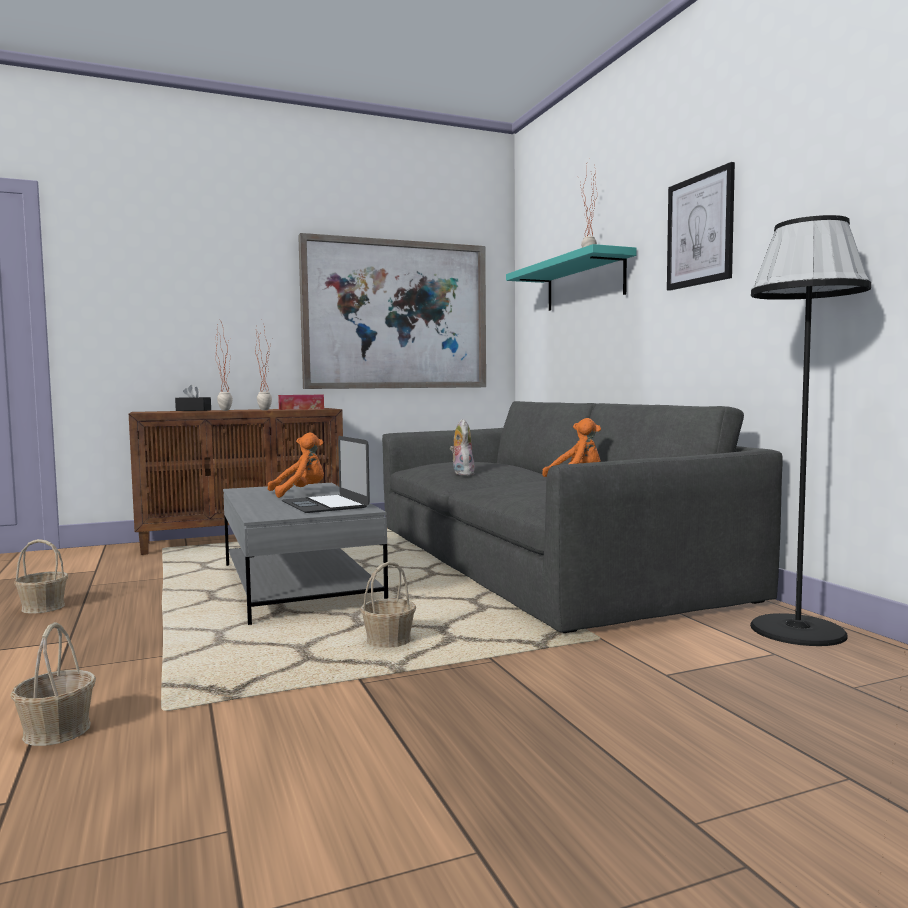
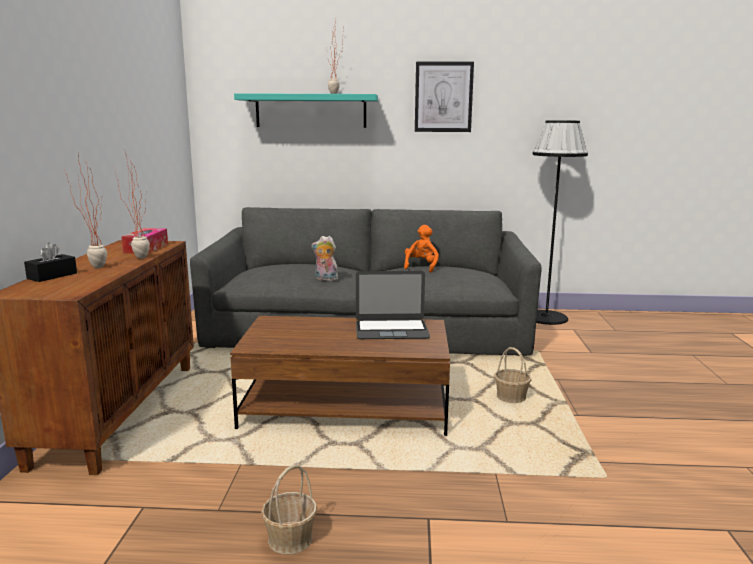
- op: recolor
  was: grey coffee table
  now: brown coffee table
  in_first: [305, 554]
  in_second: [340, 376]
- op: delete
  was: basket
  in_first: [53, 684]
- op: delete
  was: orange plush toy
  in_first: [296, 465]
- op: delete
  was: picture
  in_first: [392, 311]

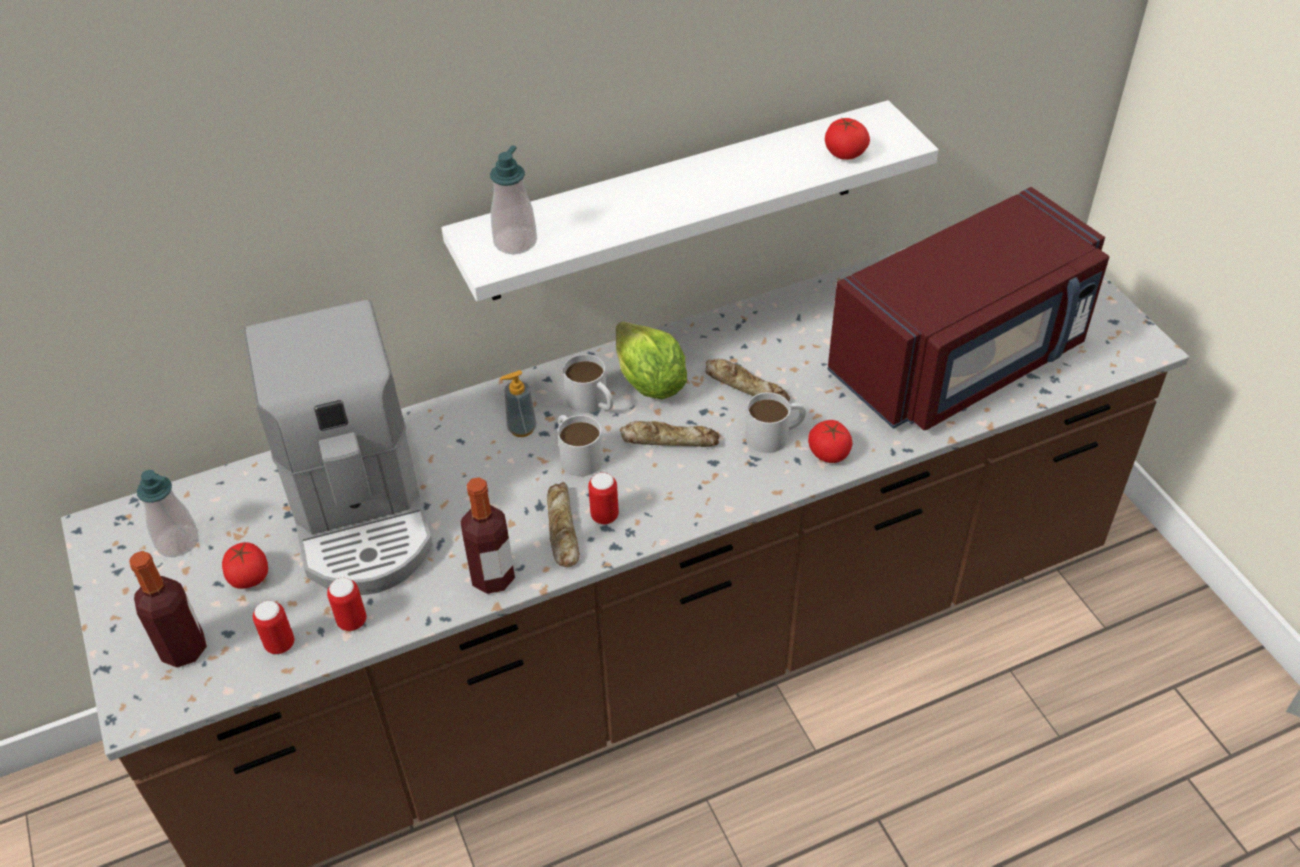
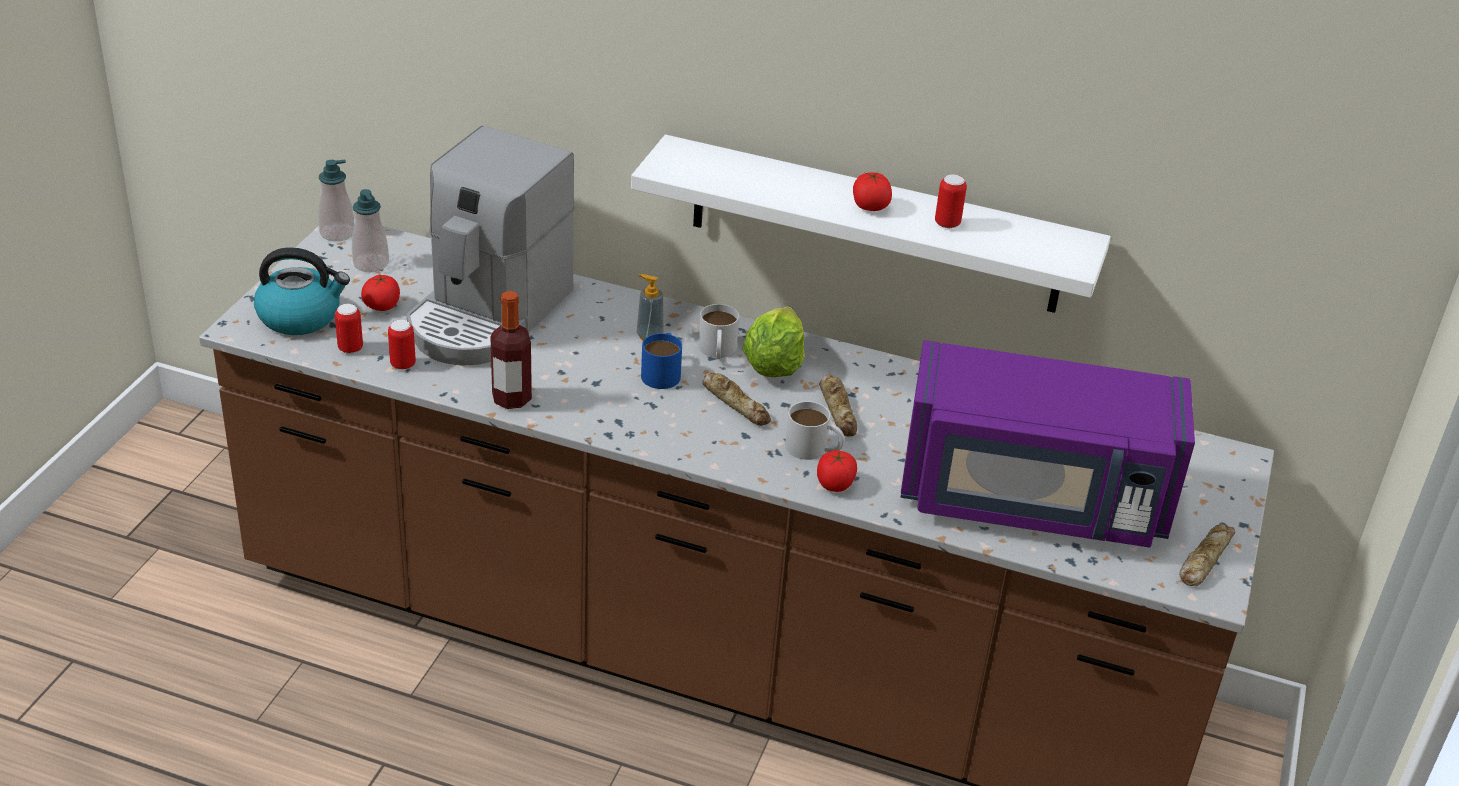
- op: replace
  was: bottle
  now: kettle
  in_first: [168, 609]
  in_second: [302, 291]
- op: move
  was: soap dispenser
  in_first: [513, 199]
  in_second: [336, 200]
- op: recolor
  was: white mug
  now: blue mug
  in_first: [580, 445]
  in_second: [661, 361]
- op: move
  was: tomato
  in_first: [847, 138]
  in_second: [872, 191]
- op: recolor
  was: red microwave
  now: purple microwave
  in_first: [968, 308]
  in_second: [1047, 444]
- op: move
  was: can
  in_first: [603, 498]
  in_second: [951, 201]
- op: move
  was: bread
  in_first: [563, 524]
  in_second: [1207, 555]

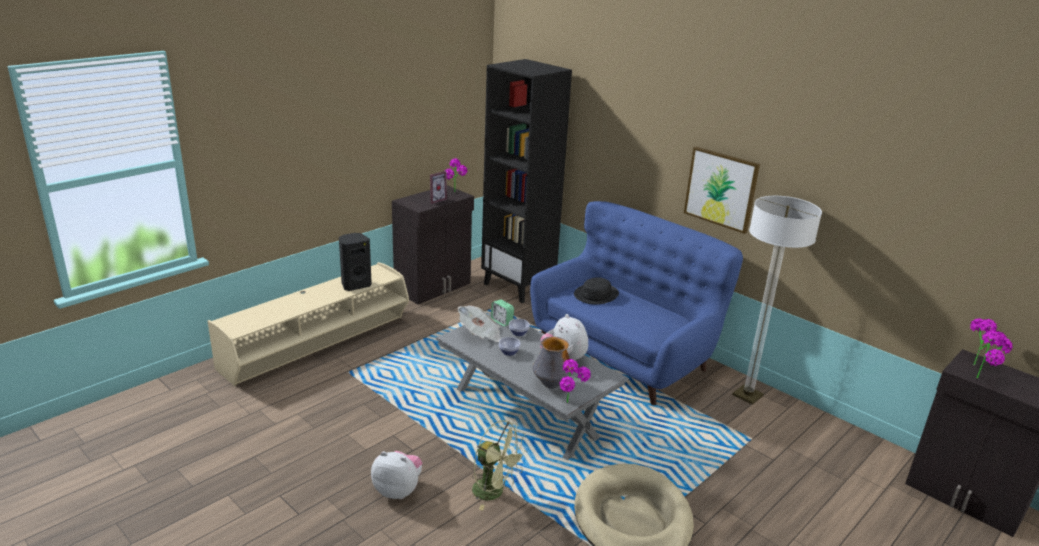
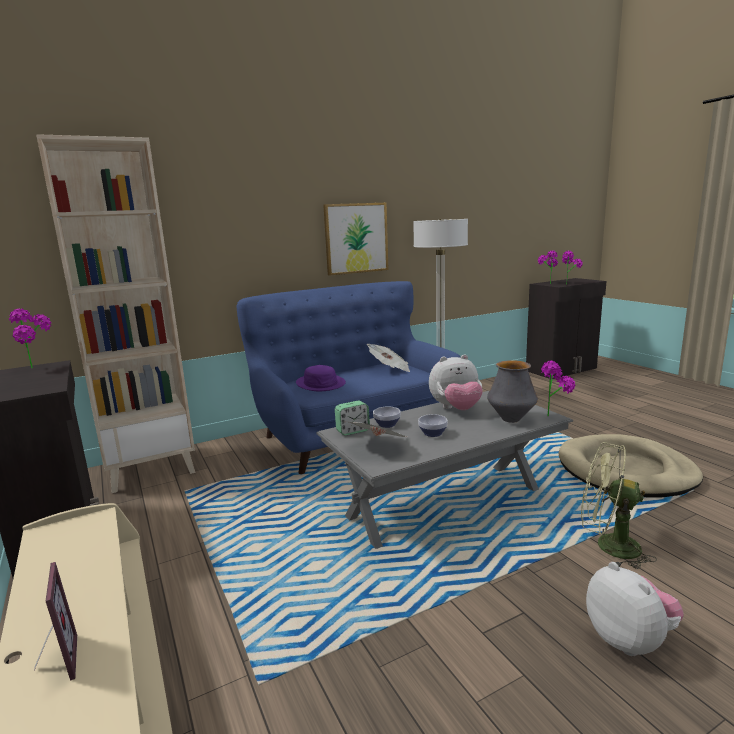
- op: move
  was: picture frame
  in_first: [438, 187]
  in_second: [55, 621]
- op: recolor
  was: black bookcase
  now: beige bookcase
  in_first: [526, 181]
  in_second: [116, 313]
- op: recolor
  was: black hat
  now: purple hat
  in_first: [596, 291]
  in_second: [321, 378]
- op: insert
  now: newspaper
  in_second: [388, 358]
- op: rotate
  was: green fan
  in_first: [499, 465]
  in_second: [619, 505]
  clockwise: -120
- op: rotate
  was: plush toy
  in_first: [396, 475]
  in_second: [635, 609]
  clockwise: 120
- op: delete
  was: black speaker
  in_first: [355, 262]

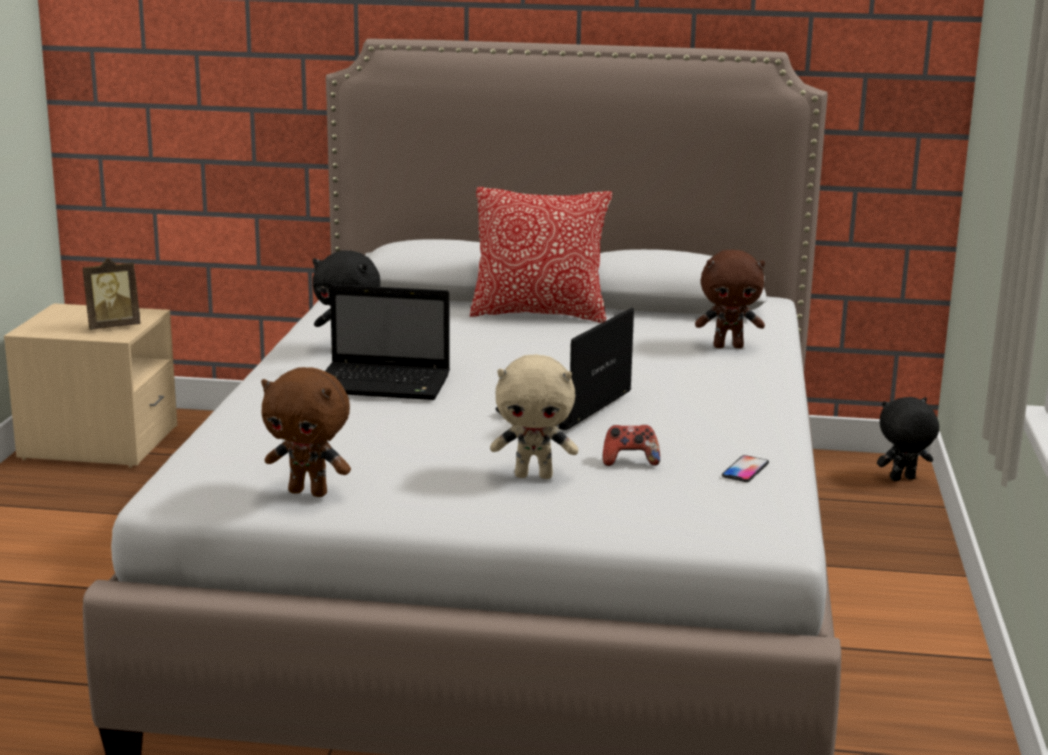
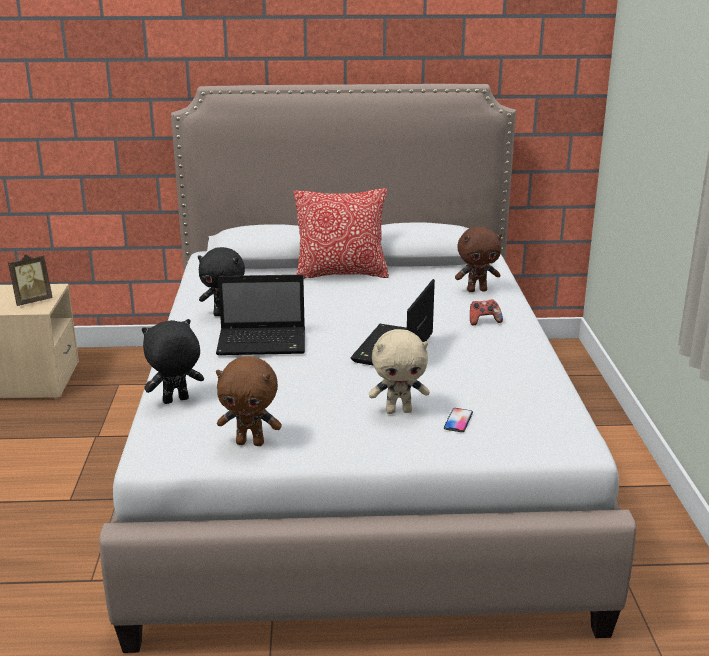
- op: move
  was: black plush toy
  in_first: [908, 439]
  in_second: [173, 361]
- op: move
  was: phone
  in_first: [745, 468]
  in_second: [458, 420]
- op: move
  was: game controller
  in_first: [631, 445]
  in_second: [486, 313]

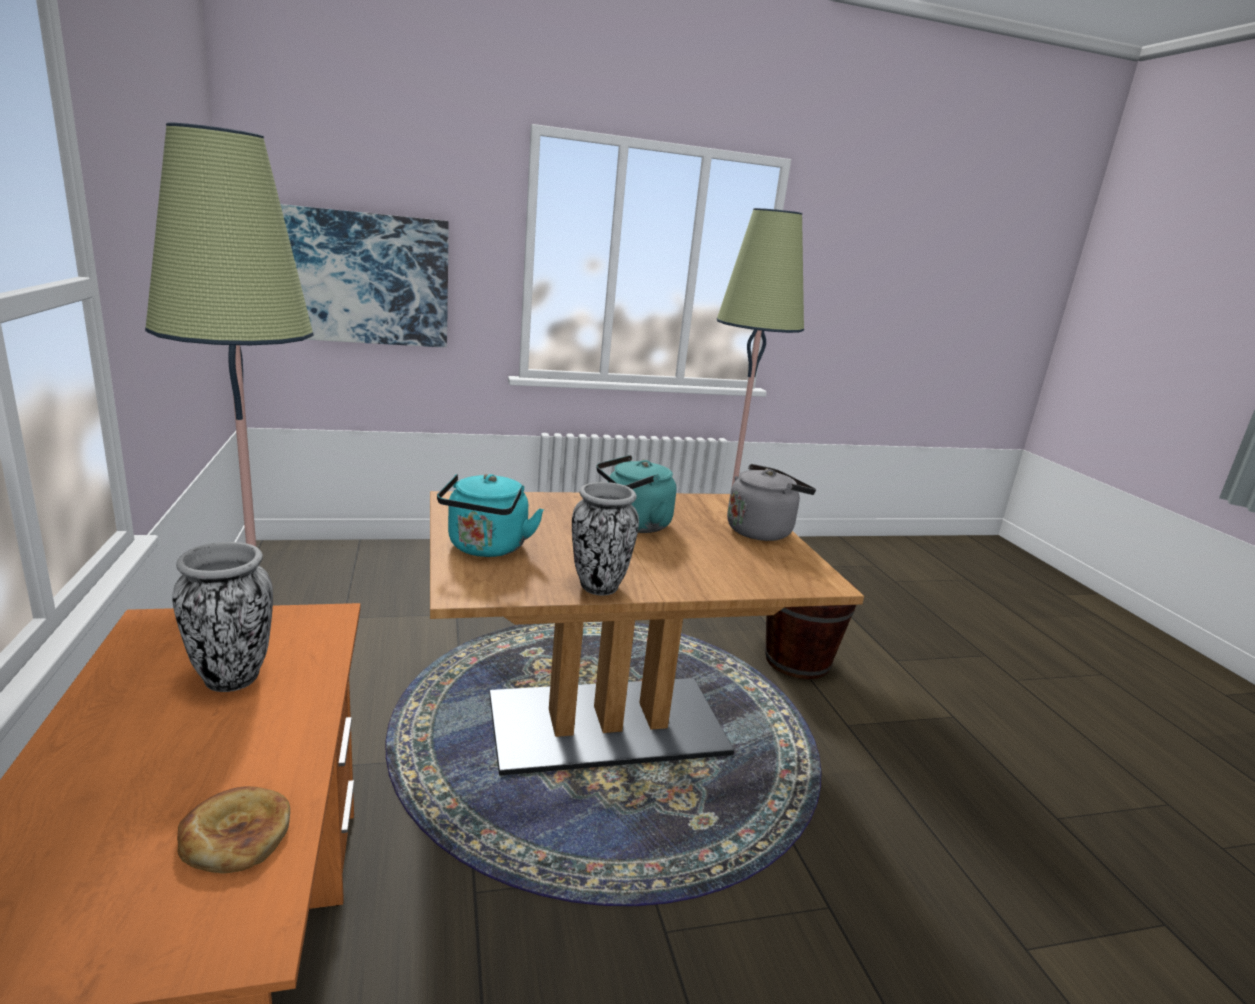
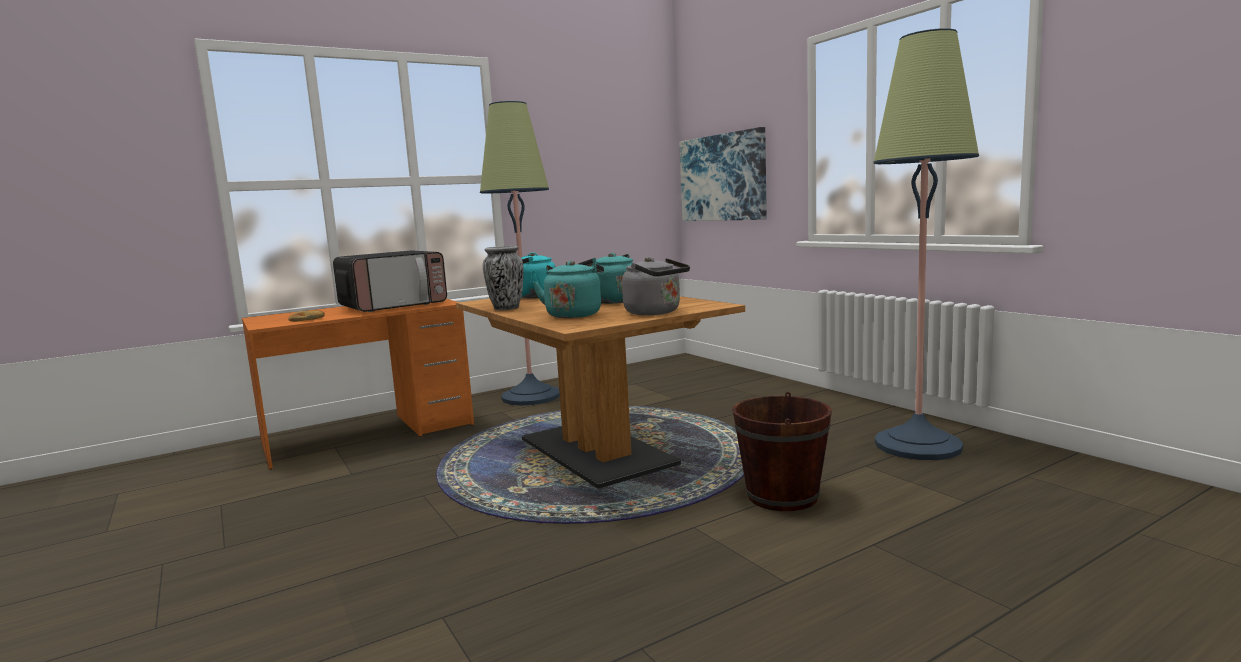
- op: replace
  was: vase
  now: microwave
  in_first: [222, 617]
  in_second: [390, 281]
- op: insert
  now: turquoise kettle
  in_second: [568, 289]

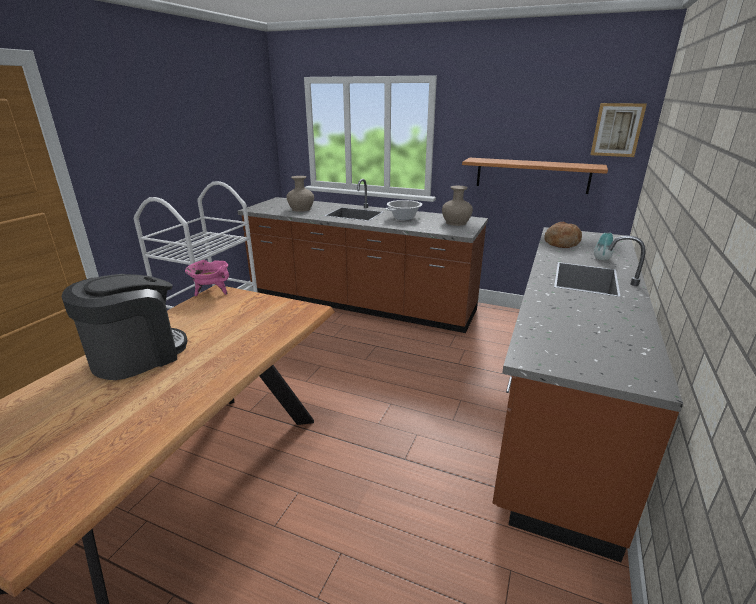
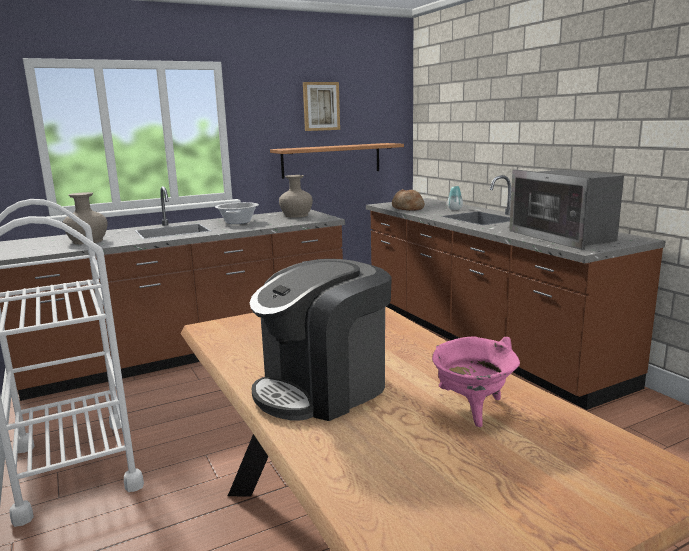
- op: rotate
  was: coffee machine
  in_first: [124, 327]
  in_second: [320, 340]
  clockwise: -120
- op: move
  was: picture
  in_first: [618, 130]
  in_second: [321, 106]
- op: move
  was: pink cooking pot
  in_first: [207, 278]
  in_second: [476, 381]
- op: insert
  now: microwave
  in_second: [566, 209]

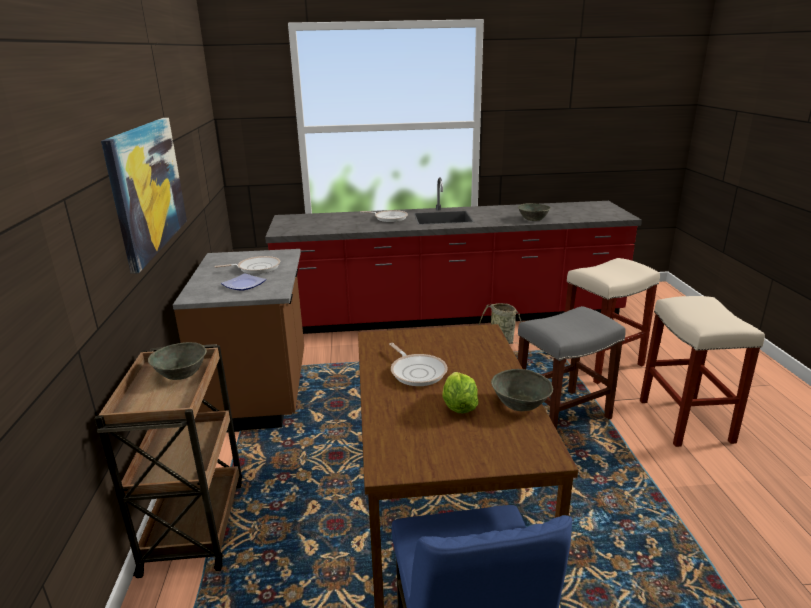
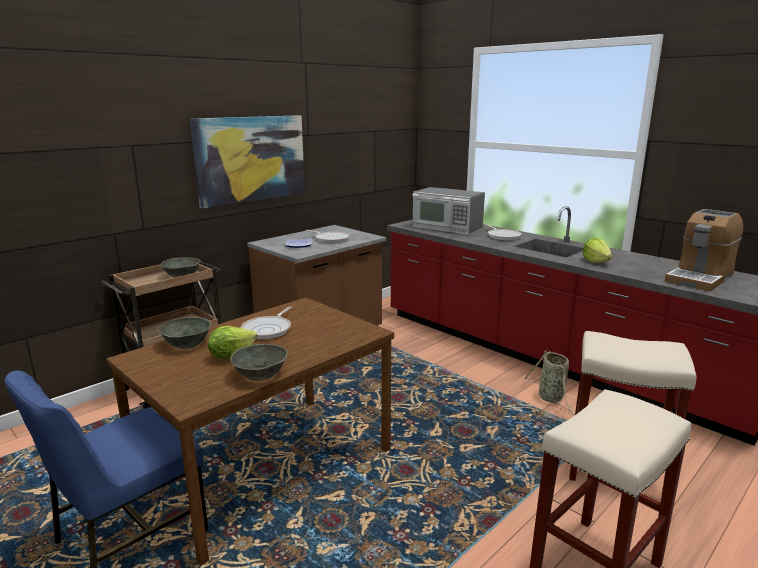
- op: move
  was: grey bowl
  in_first: [534, 212]
  in_second: [184, 333]
- op: insert
  now: microwave
  in_second: [448, 211]
- op: insert
  now: lettuce
  in_second: [597, 250]
- op: insert
  now: coffee machine
  in_second: [704, 250]
- op: delete
  was: grey stool
  in_first: [572, 368]

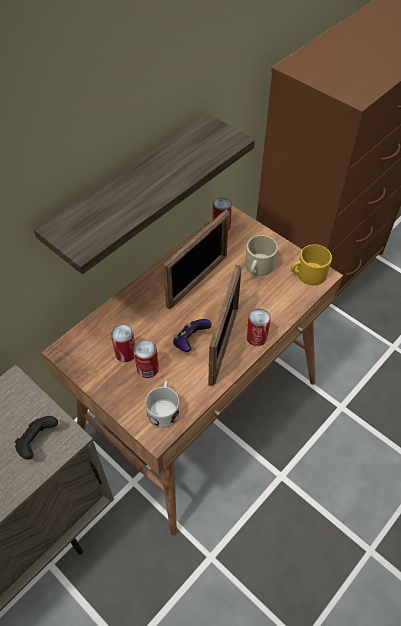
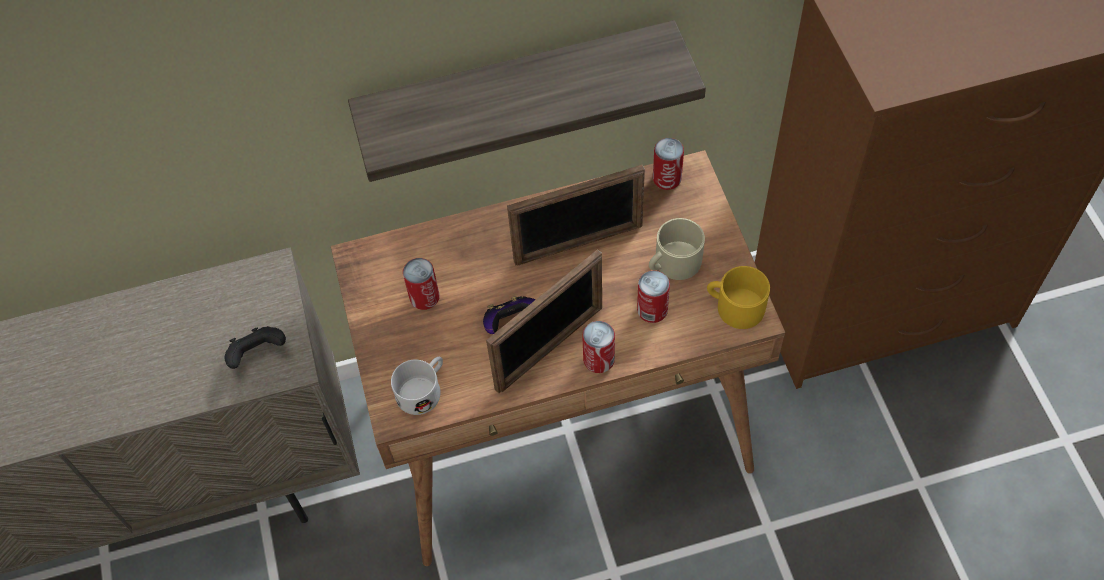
- op: move
  was: can
  in_first: [146, 359]
  in_second: [653, 296]

